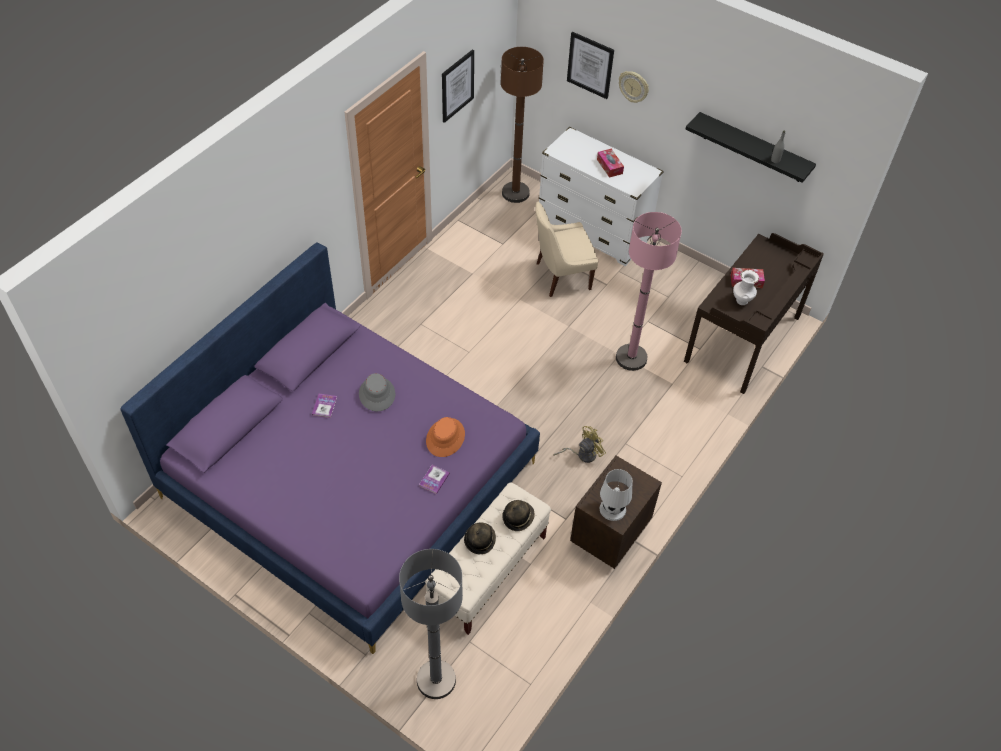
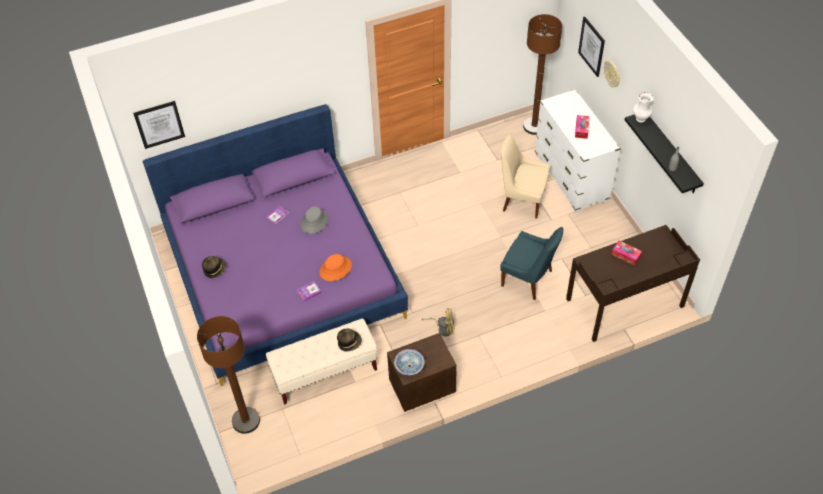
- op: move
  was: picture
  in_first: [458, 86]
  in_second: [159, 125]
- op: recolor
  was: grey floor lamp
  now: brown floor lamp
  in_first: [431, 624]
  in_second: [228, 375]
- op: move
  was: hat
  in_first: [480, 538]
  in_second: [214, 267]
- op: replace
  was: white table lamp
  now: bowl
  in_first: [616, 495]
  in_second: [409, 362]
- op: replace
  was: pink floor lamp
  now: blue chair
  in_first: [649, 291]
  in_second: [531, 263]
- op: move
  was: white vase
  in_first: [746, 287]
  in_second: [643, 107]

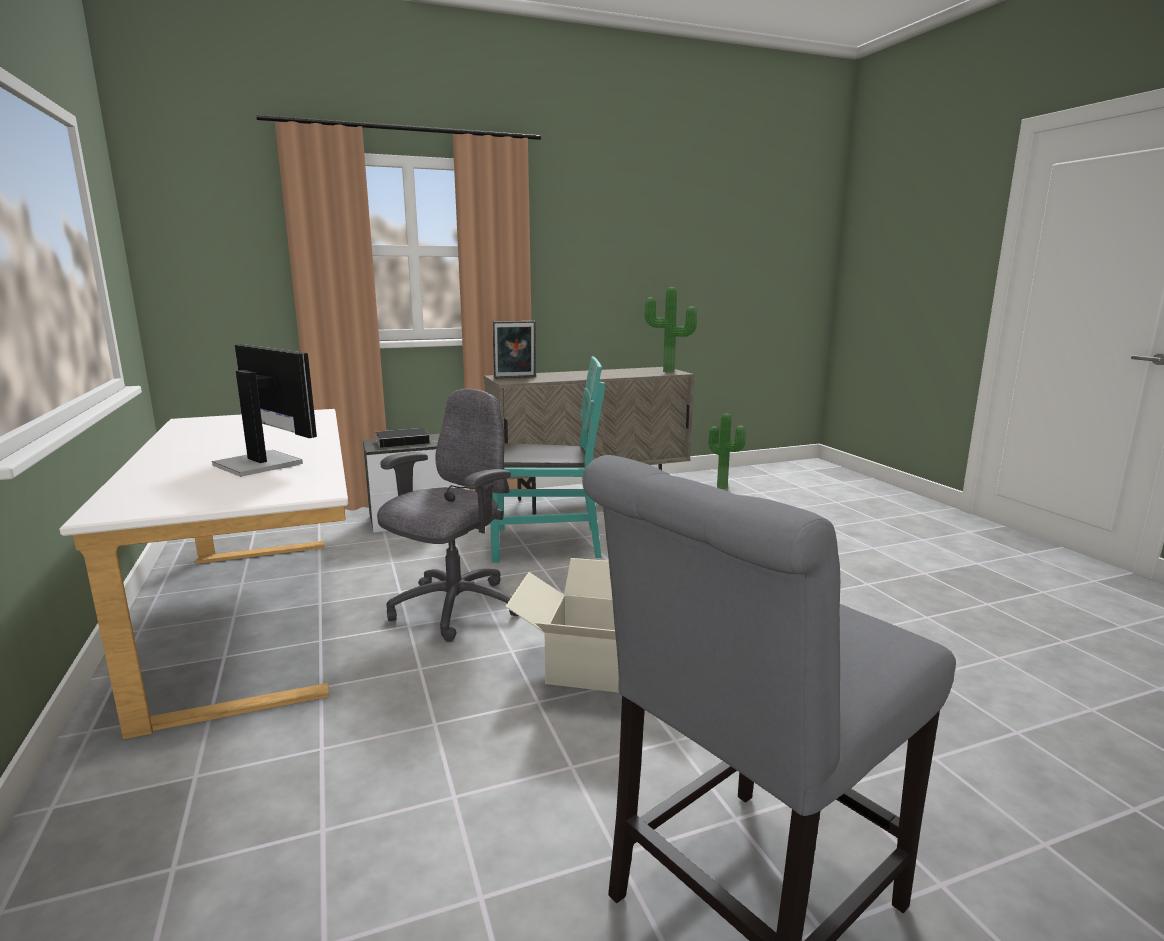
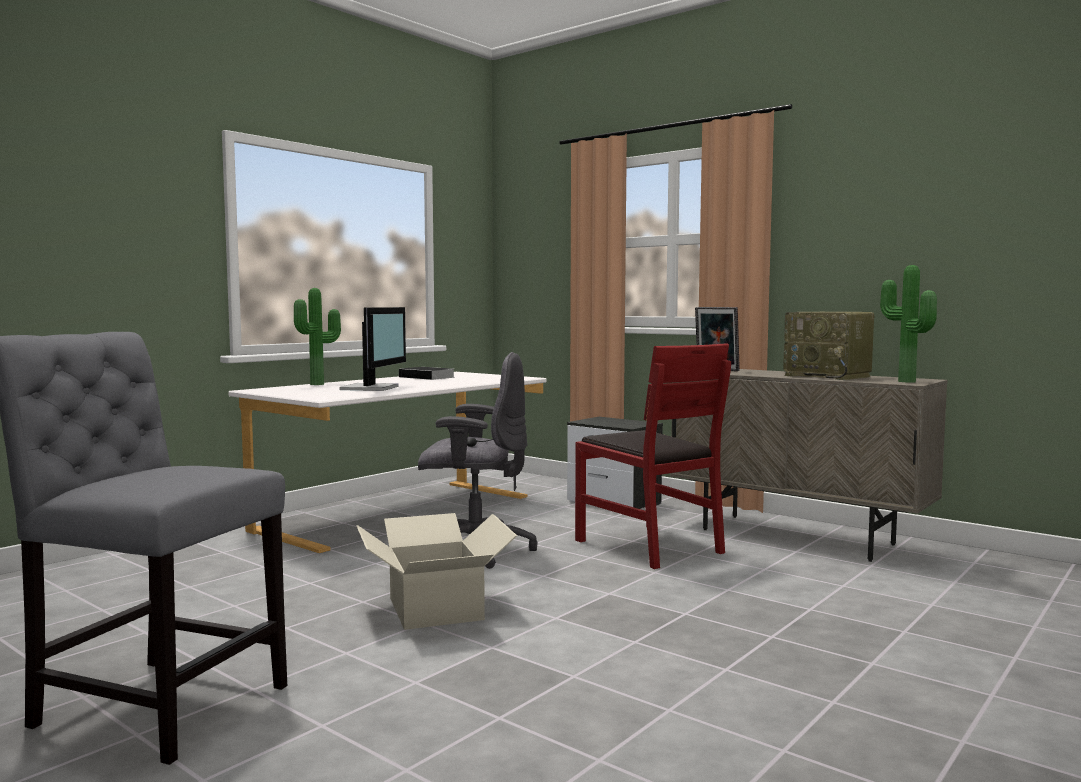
- op: move
  was: potted plant
  in_first: [727, 451]
  in_second: [317, 336]
- op: move
  was: book
  in_first: [407, 438]
  in_second: [427, 373]
- op: recolor
  was: turquoise chair
  now: red chair
  in_first: [547, 459]
  in_second: [653, 456]
- op: insert
  now: radio
  in_second: [828, 346]

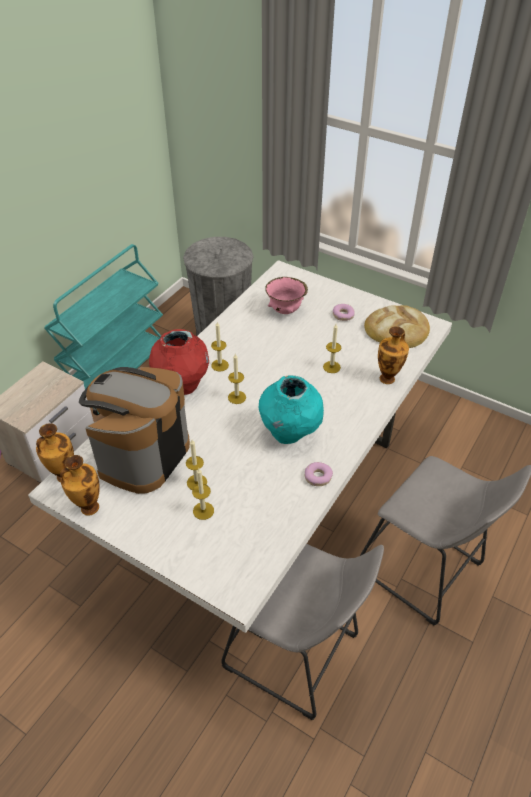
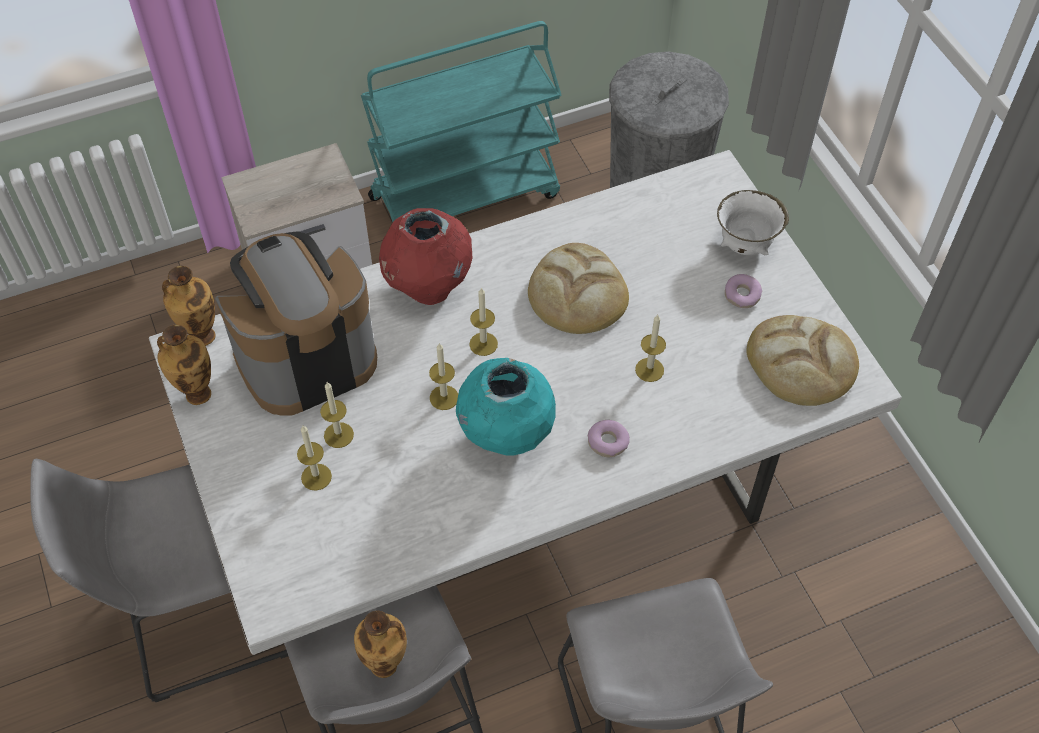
- op: insert
  now: grey stool
  in_second: [159, 580]
- op: move
  was: vase
  in_first: [393, 355]
  in_second: [380, 644]
- op: move
  was: candle
  in_first: [220, 347]
  in_second: [443, 376]
- op: insert
  now: bread
  in_second: [578, 288]
- op: move
  was: donut
  in_first: [319, 474]
  in_second: [609, 438]
- op: insert
  now: white bowl
  in_second: [753, 222]
- op: delete
  was: pink bowl
  in_first: [286, 295]

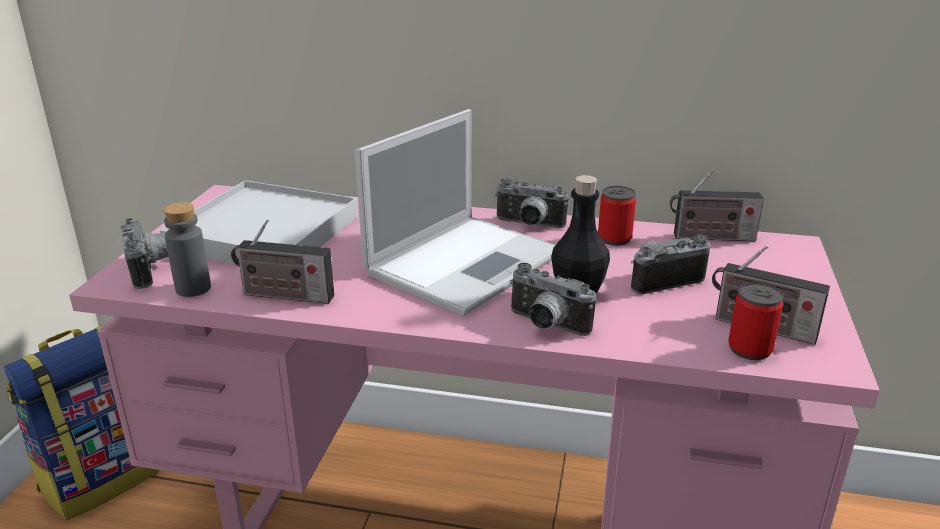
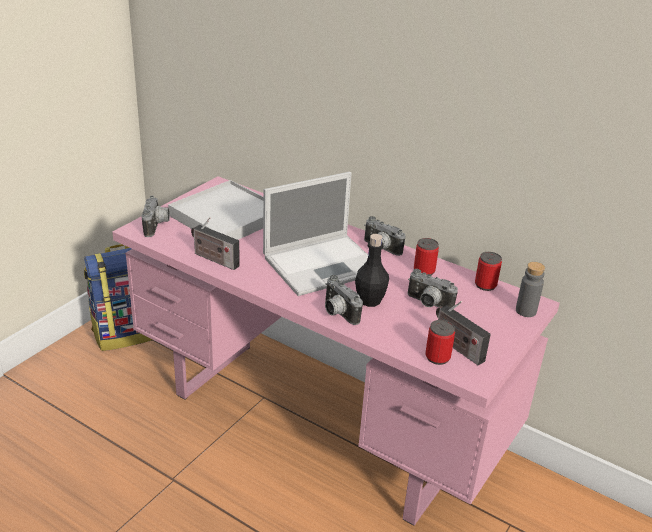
- op: rotate
  was: photo camera
  in_first: [670, 264]
  in_second: [433, 288]
  clockwise: -150
- op: replace
  was: radio
  now: can
  in_first: [717, 205]
  in_second: [488, 271]
- op: move
  was: grey bottle
  in_first: [187, 249]
  in_second: [530, 289]

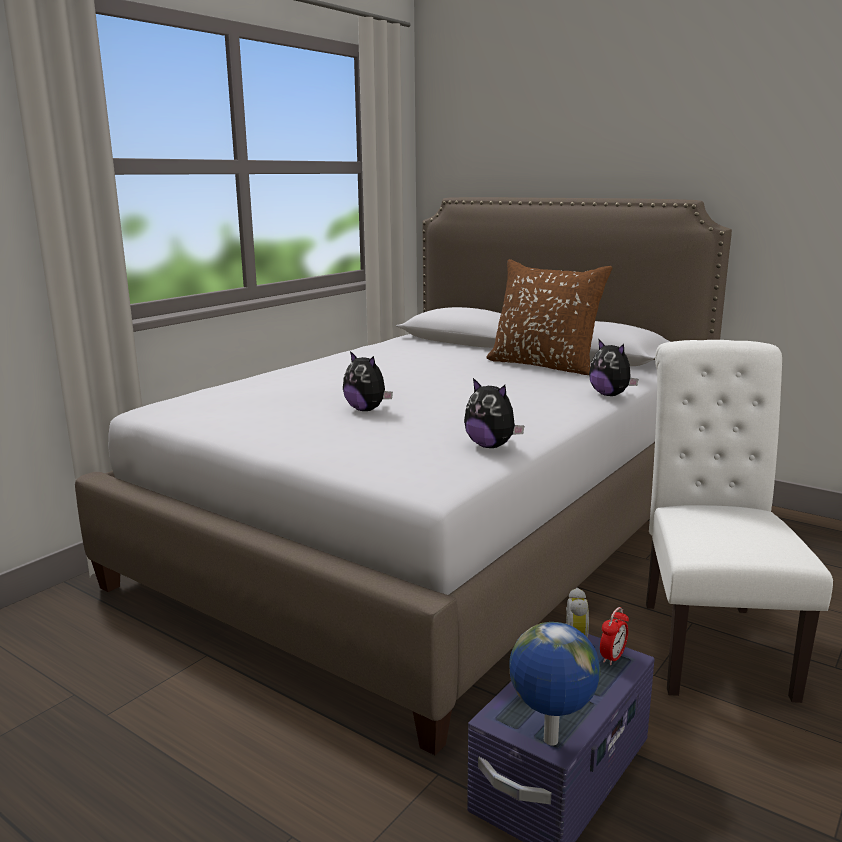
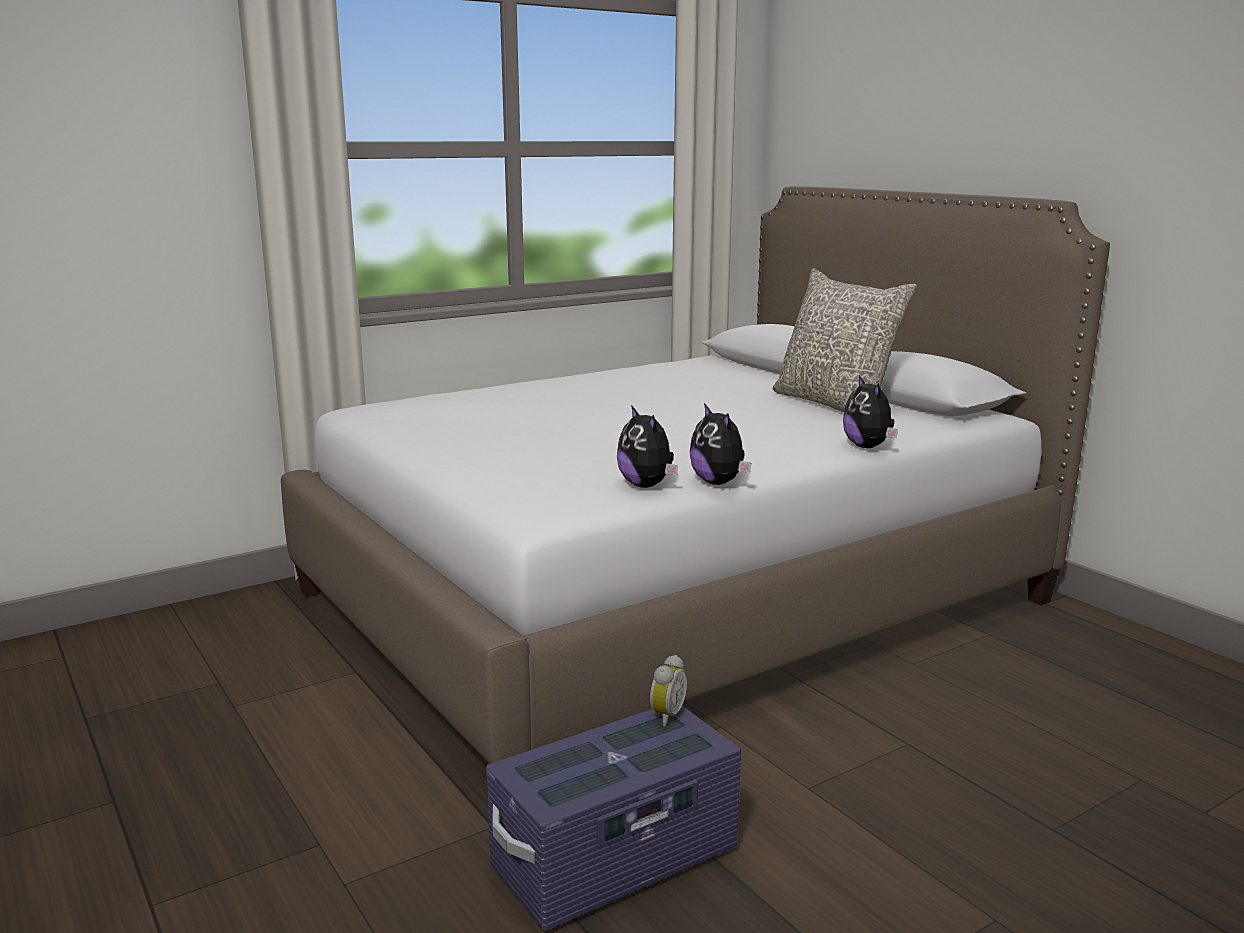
- op: move
  was: plush toy
  in_first: [368, 381]
  in_second: [720, 444]
- op: recolor
  was: brown pillow
  now: grey pillow
  in_first: [549, 317]
  in_second: [844, 340]
- op: delete
  was: globe
  in_first: [554, 684]
- op: delete
  was: alarm clock
  in_first: [614, 636]
- op: delete
  was: white chair
  in_first: [739, 521]

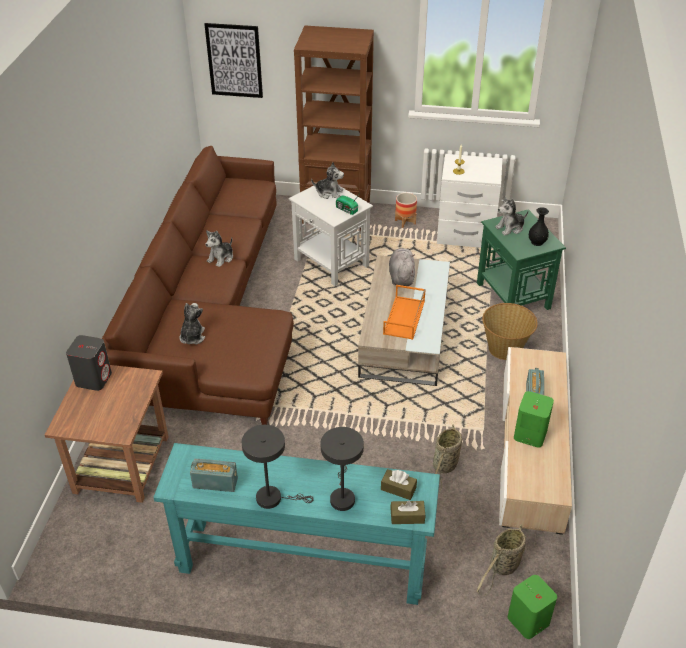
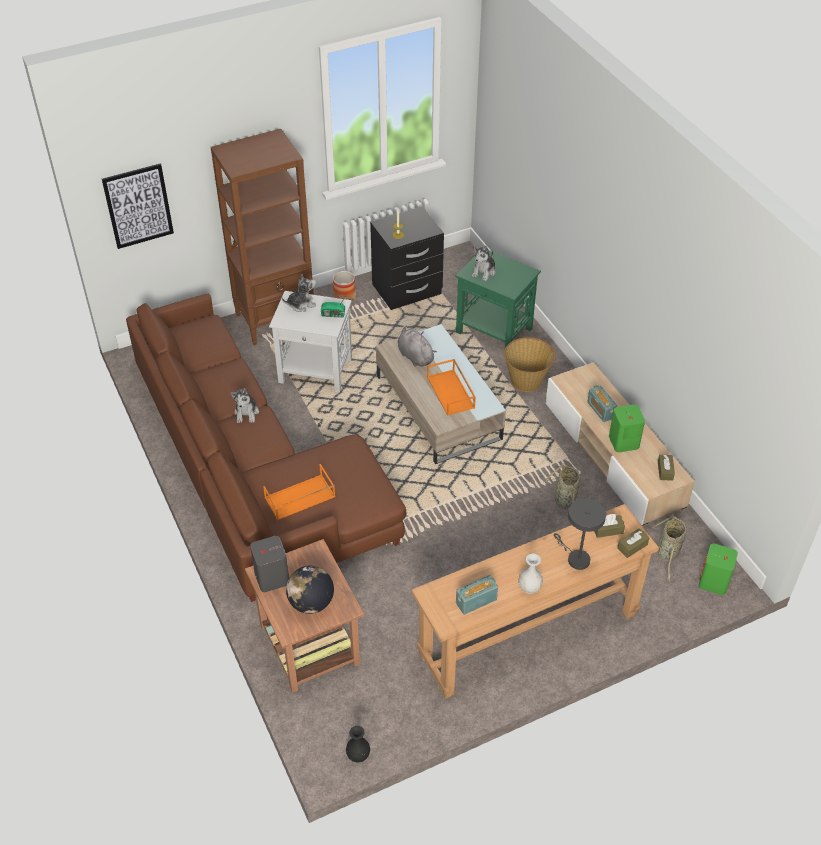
- op: replace
  was: plush toy
  now: orange tray
  in_first: [192, 323]
  in_second: [299, 492]
- op: insert
  now: globe
  in_second: [310, 589]
- op: move
  was: black vase
  in_first: [539, 226]
  in_second: [358, 744]
- op: recolor
  was: white nightstand
  now: black nightstand
  in_first: [469, 201]
  in_second: [407, 258]
- op: recolor
  was: turquoise console table
  now: brown console table
  in_first: [296, 524]
  in_second: [535, 601]
- op: replace
  was: grey table lamp
  now: white vase
  in_first: [278, 467]
  in_second: [530, 574]
- op: insert
  now: brown tissue box
  in_second: [666, 468]

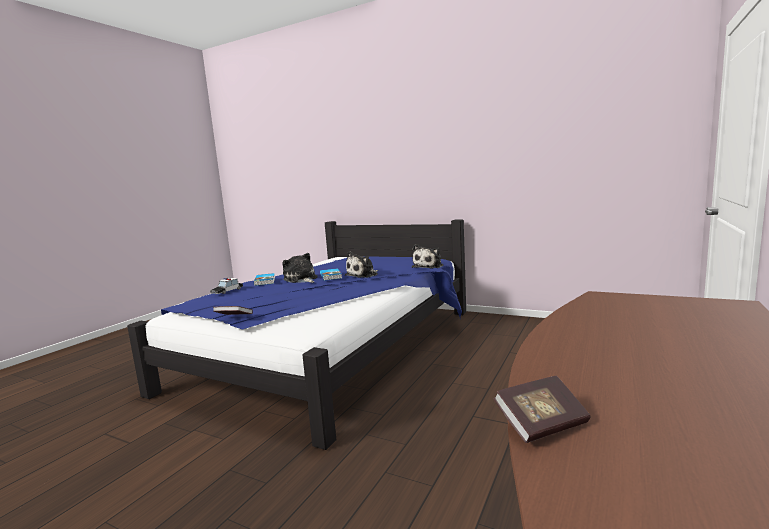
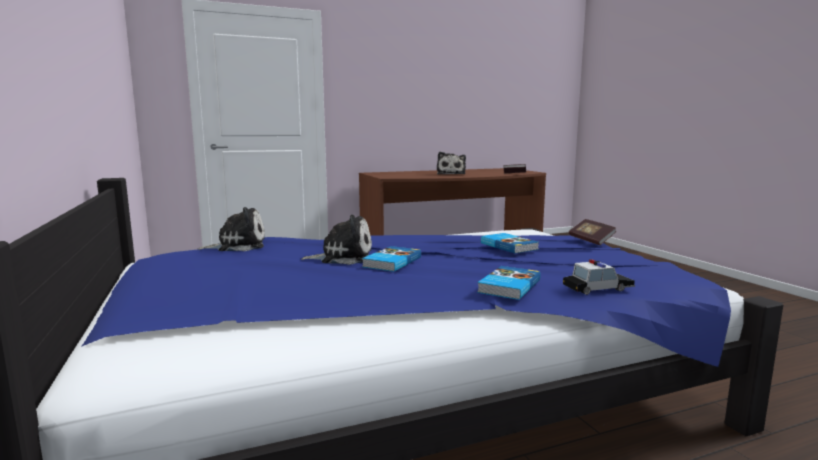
- op: move
  was: plush toy
  in_first: [300, 268]
  in_second: [451, 163]
- op: insert
  now: book
  in_second: [510, 243]

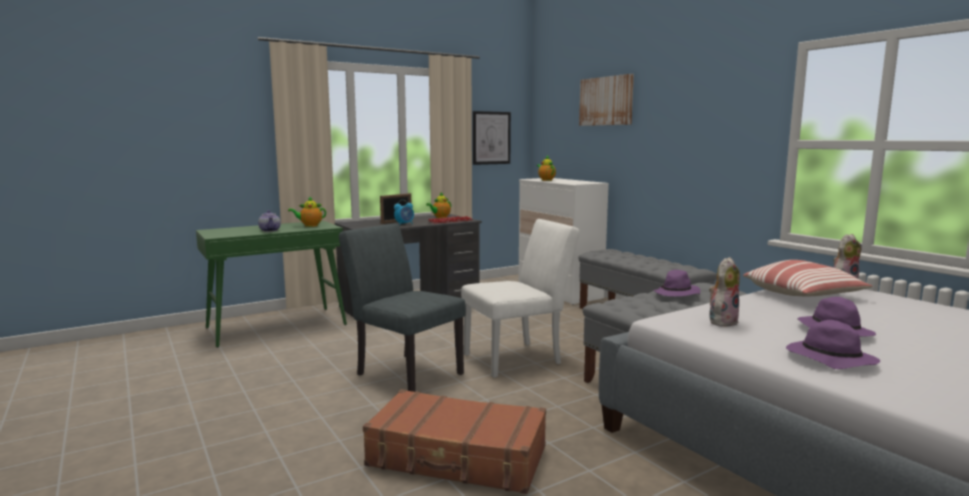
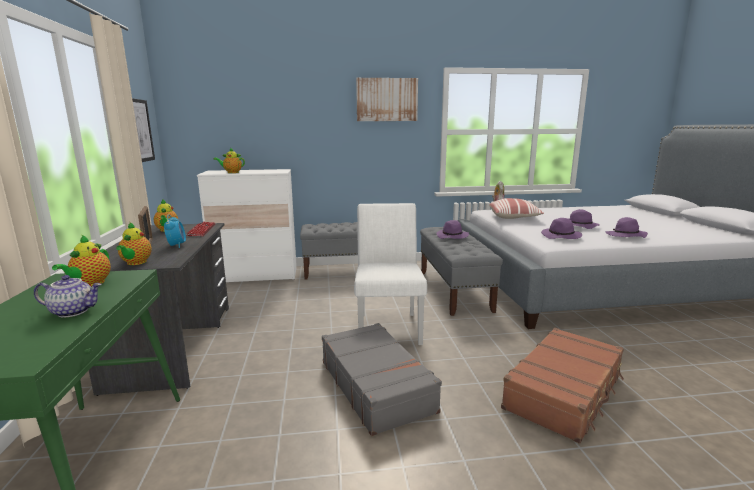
- op: insert
  now: teapot
  in_second: [134, 243]
- op: replace
  was: grey chair
  now: grey suitcase
  in_first: [402, 307]
  in_second: [382, 379]
- op: move
  was: picture
  in_first: [606, 100]
  in_second: [387, 99]
- op: replace
  was: plush toy
  now: purple hat
  in_first: [724, 292]
  in_second: [561, 228]

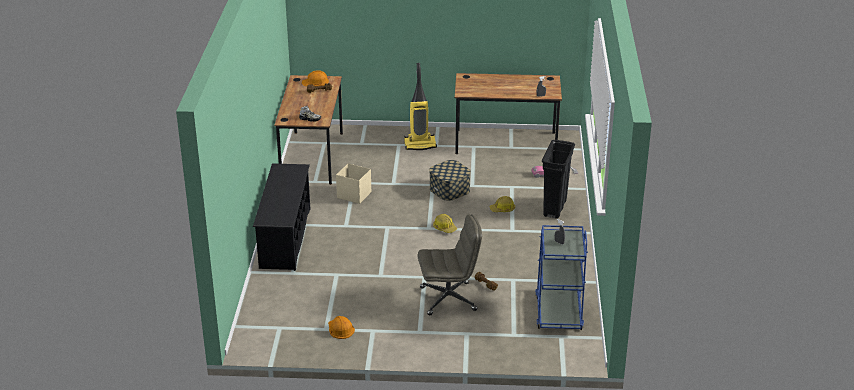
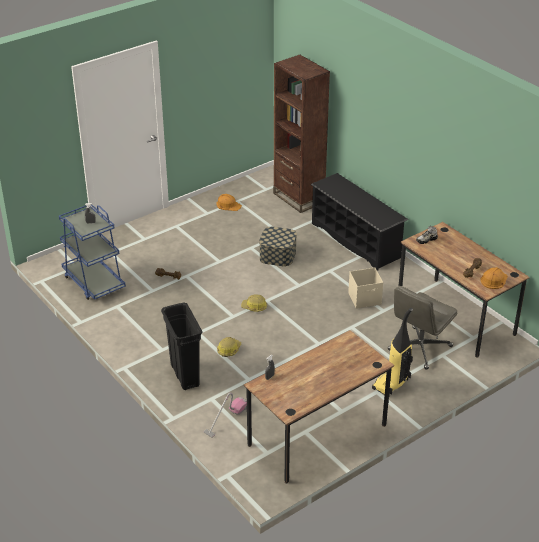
- op: move
  was: storage box
  in_first: [450, 180]
  in_second: [278, 246]
- op: insert
  now: brown bookcase
  in_second: [301, 134]
- op: move
  was: grey office chair
  in_first: [449, 265]
  in_second: [423, 328]

